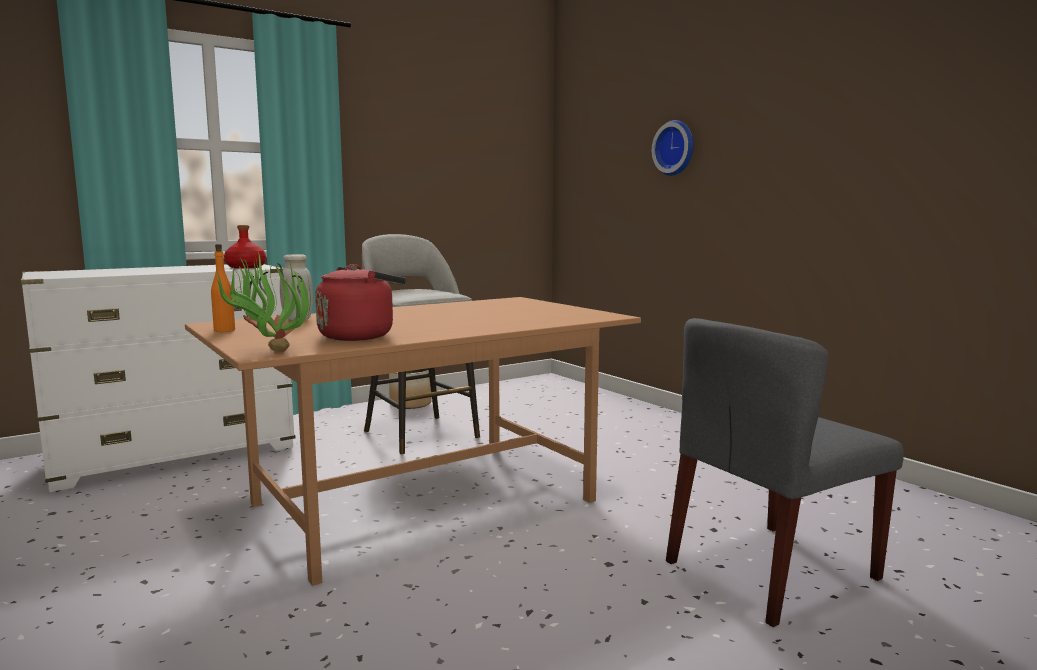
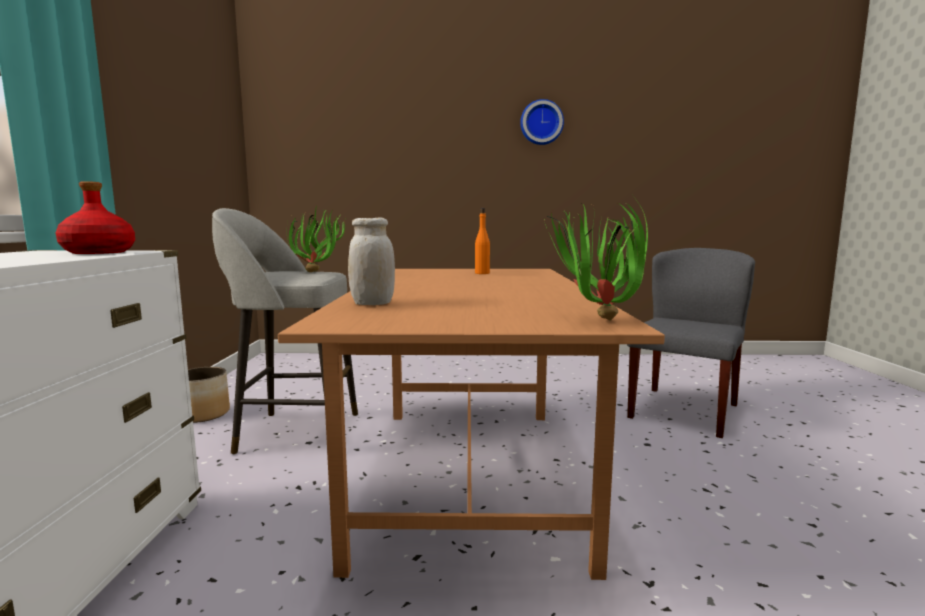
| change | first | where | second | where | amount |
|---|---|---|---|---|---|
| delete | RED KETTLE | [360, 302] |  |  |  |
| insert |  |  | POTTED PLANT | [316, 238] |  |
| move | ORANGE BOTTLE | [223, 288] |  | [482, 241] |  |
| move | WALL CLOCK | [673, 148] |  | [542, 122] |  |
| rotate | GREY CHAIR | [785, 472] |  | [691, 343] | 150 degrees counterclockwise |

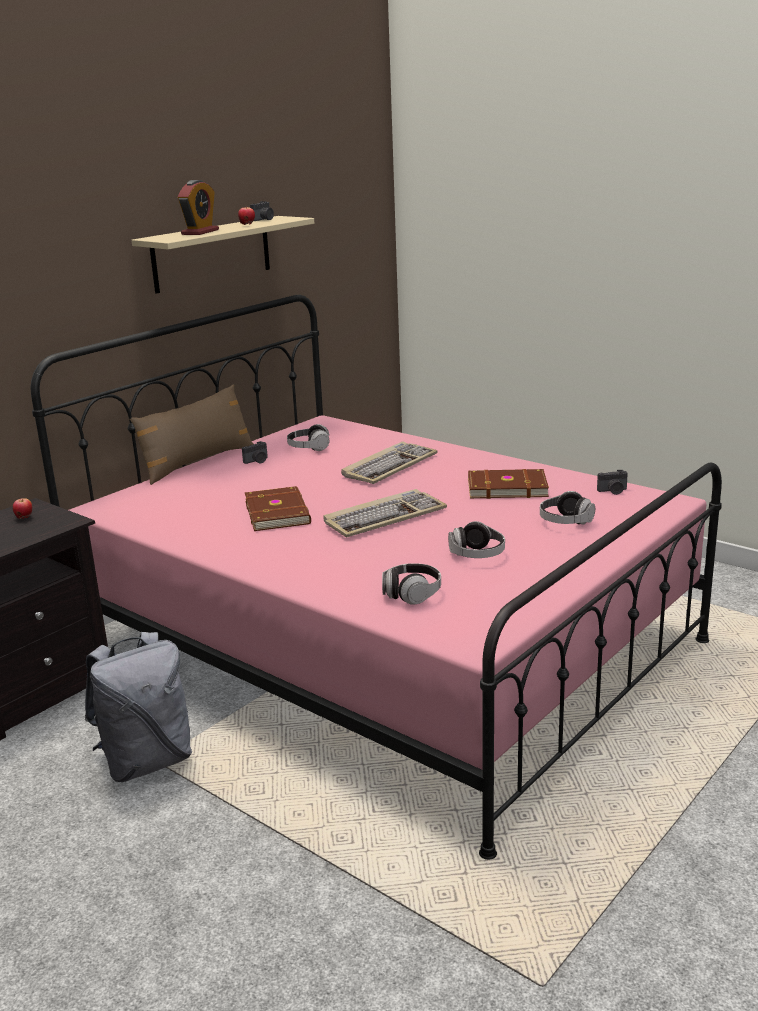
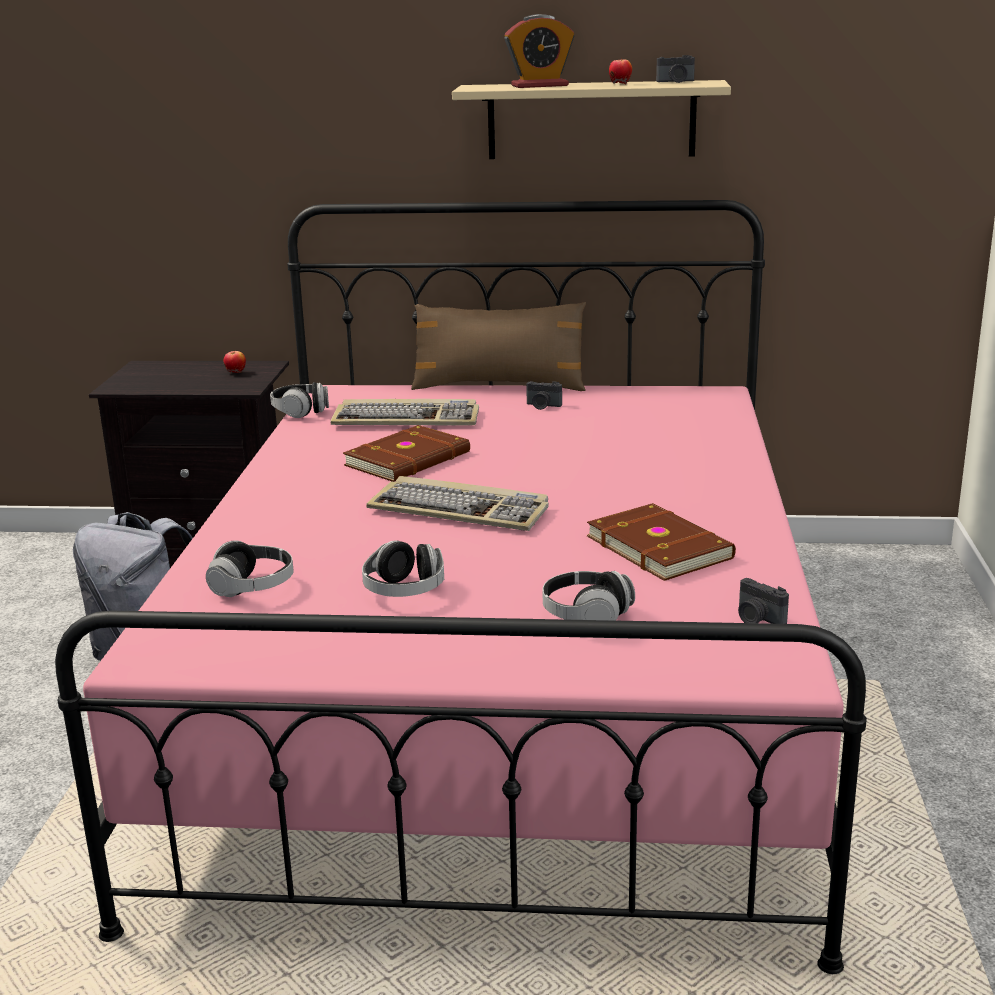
| change | first | where | second | where | amount |
|---|---|---|---|---|---|
| move | HEADPHONES | [308, 437] |  | [299, 400] |  |
| move | KEYBOARD | [389, 463] |  | [404, 412] |  |

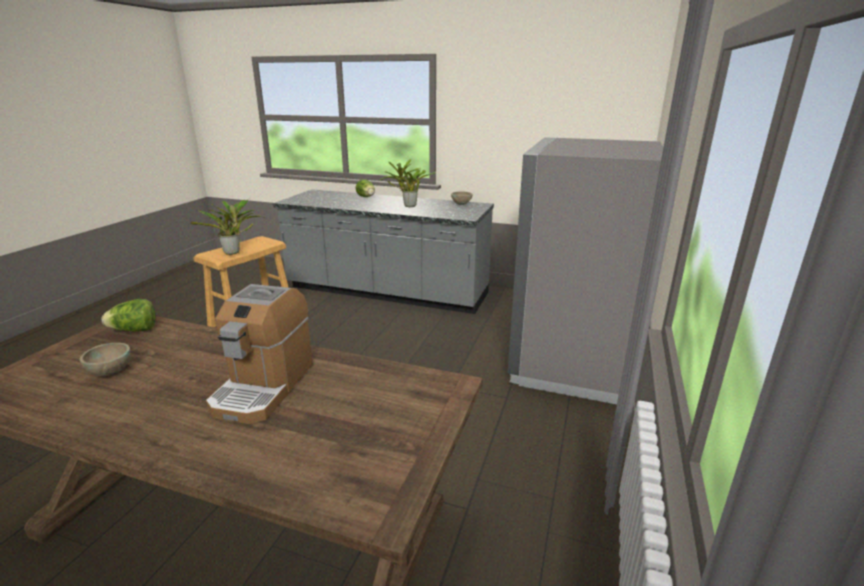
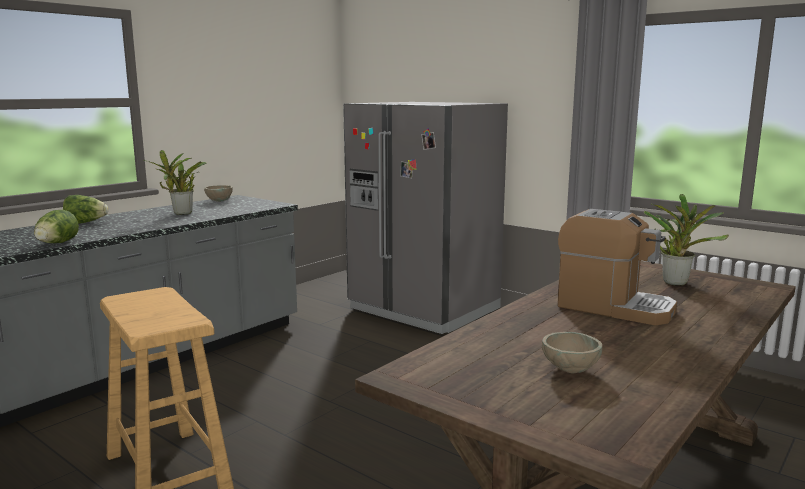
| change | first | where | second | where | amount |
|---|---|---|---|---|---|
| move | LETTUCE | [129, 315] |  | [56, 226] |  |
| move | POTTED PLANT | [228, 227] |  | [686, 240] |  |

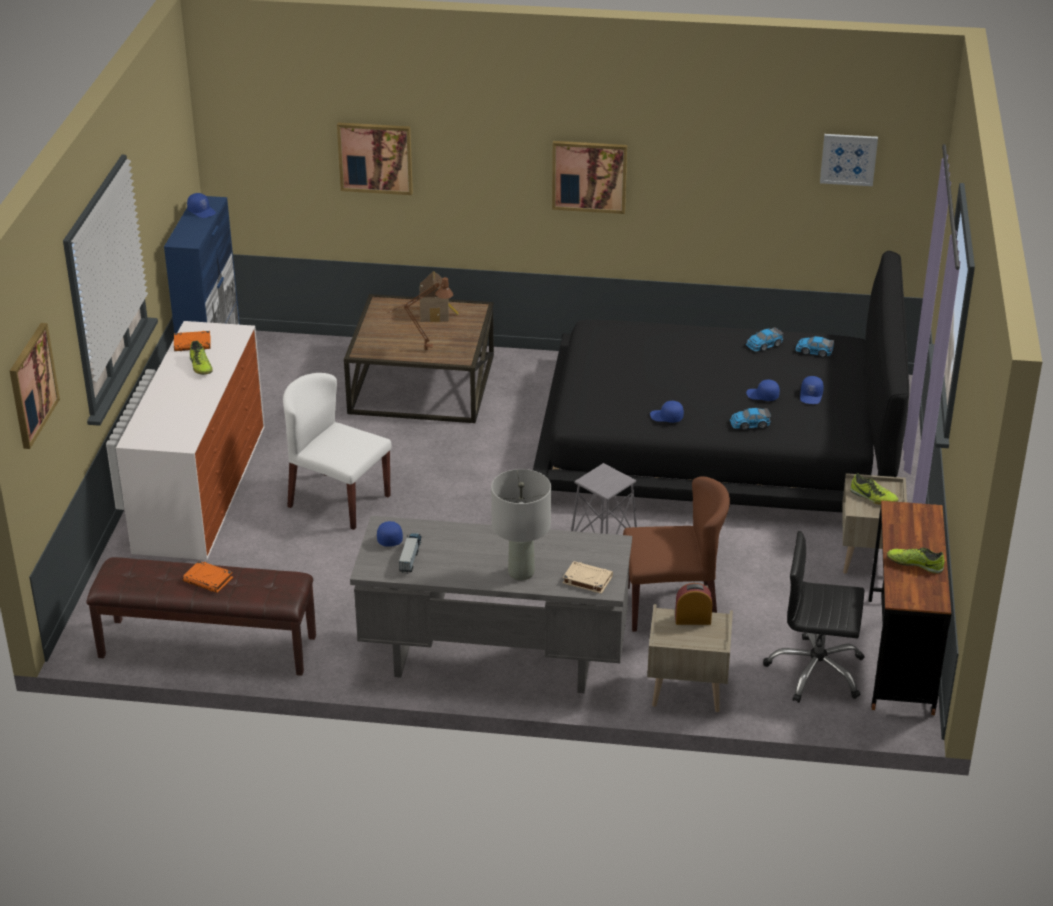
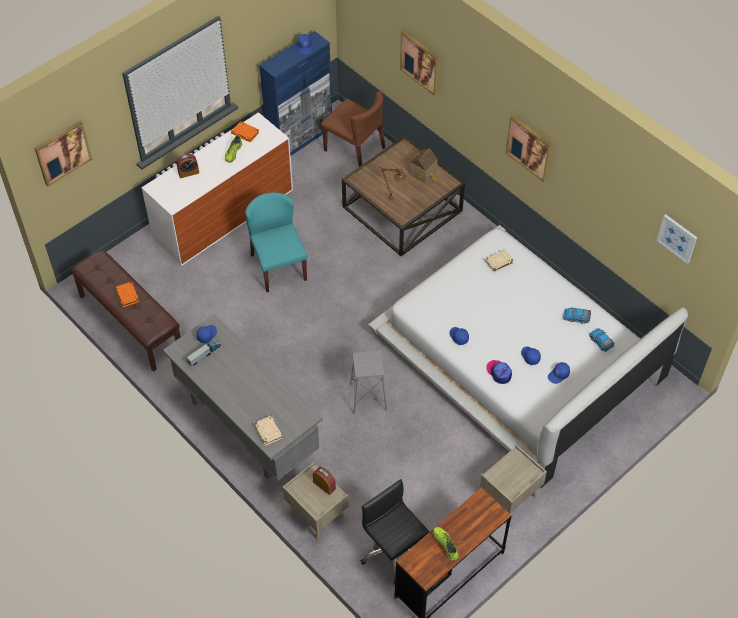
| change | first | where | second | where | amount |
|---|---|---|---|---|---|
| delete | GREY TABLE LAMP | [521, 524] |  |  |  |
| delete | SHOE | [874, 489] |  |  |  |
| insert |  |  | ALARM CLOCK | [188, 166] |  |
| insert |  |  | BEIGE BOOK | [499, 260] |  |
| move | BROWN CHAIR | [676, 554] |  | [353, 129] |  |
| replace | TOY CAR | [750, 419] | CAP | [499, 372] |  |
| recolor | WHITE CHAIR | [337, 451] | TURQUOISE CHAIR | [276, 242] |  |
| recolor | BLACK BED | [721, 381] | WHITE BED | [528, 356] |  |

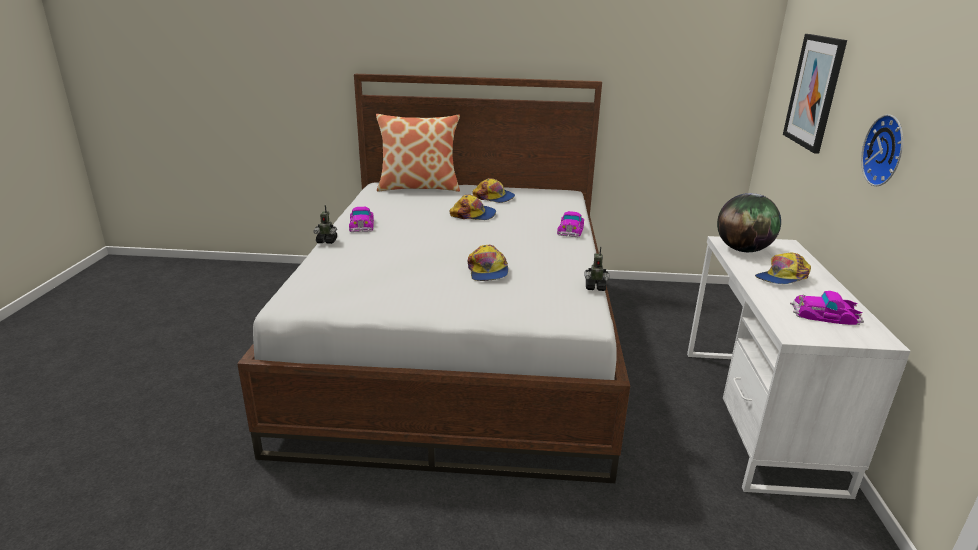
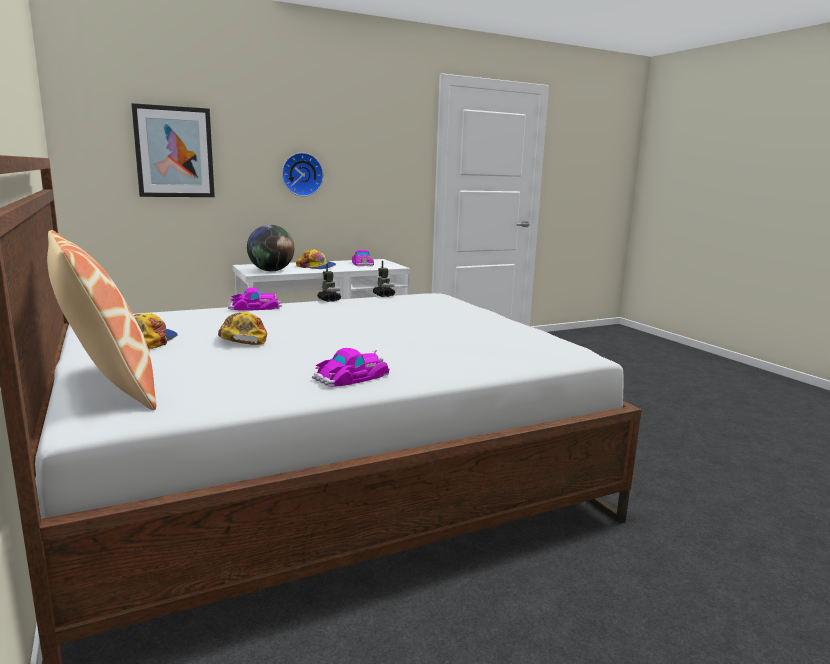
| change | first | where | second | where | amount |
|---|---|---|---|---|---|
| delete | CAP | [487, 263] |  |  |  |
| move | TOY ROBOT | [325, 224] |  | [329, 283] |  |

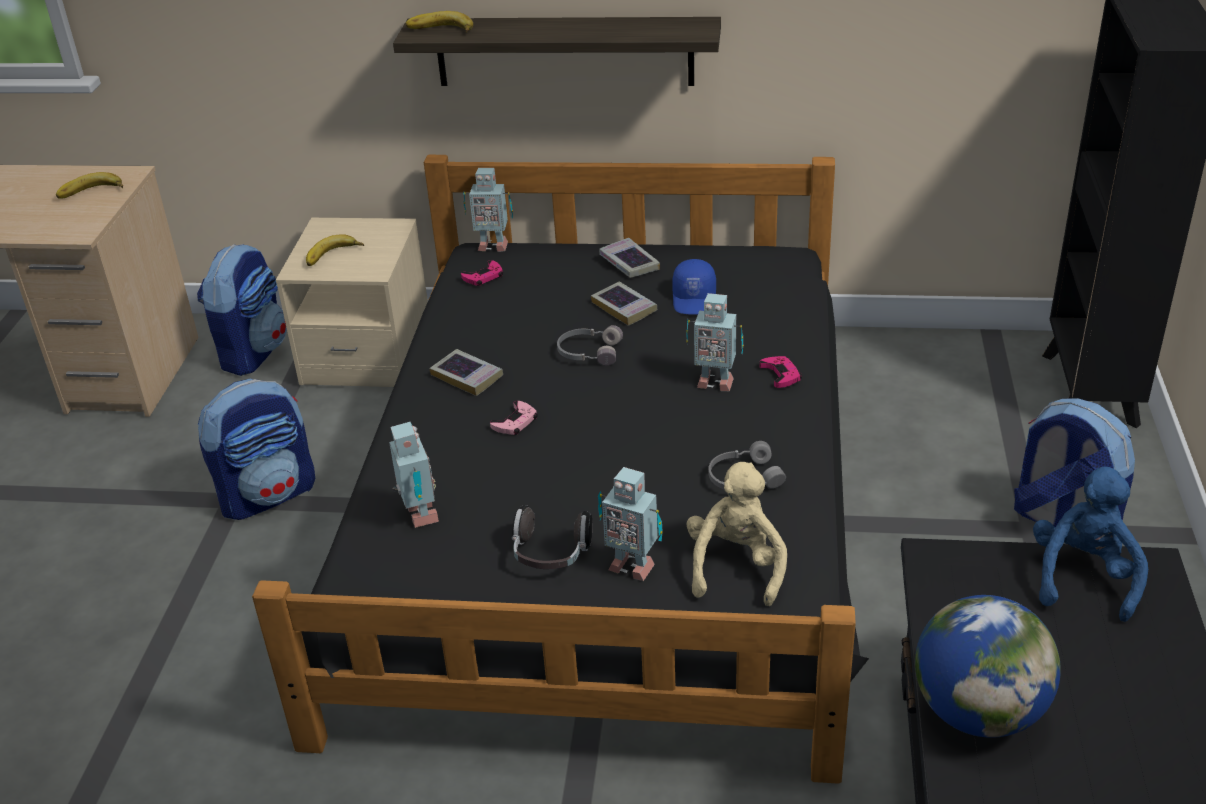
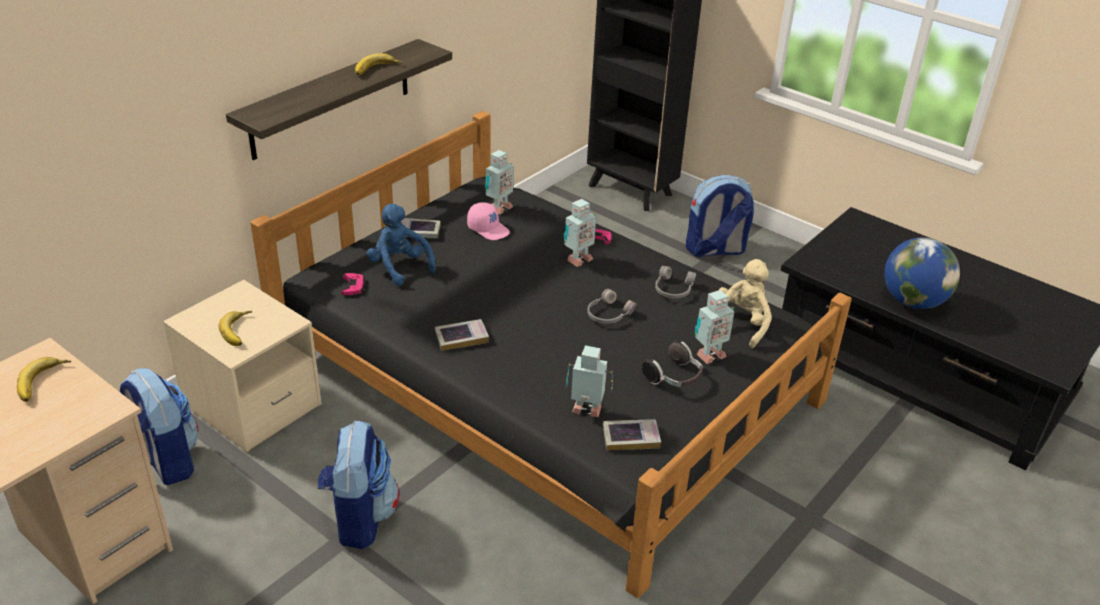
| change | first | where | second | where | amount |
|---|---|---|---|---|---|
| delete | PINK GAME CONTROLLER | [514, 418] |  |  |  |
| move | BANANA | [439, 21] |  | [378, 64] |  |
| move | TOY ROBOT | [488, 210] |  | [499, 182] |  |
| move | GREY HEADPHONES | [590, 345] |  | [612, 306] |  |
| move | BOOK | [624, 304] |  | [632, 434] |  |
| move | BLUE PLUSH TOY | [1090, 544] |  | [401, 245] |  |
| recolor | BLUE CAP | [694, 287] | PINK CAP | [488, 221] |  |
| rotate | BEIGE PLUSH TOY | [736, 534] |  | [745, 303] | 75 degrees clockwise |

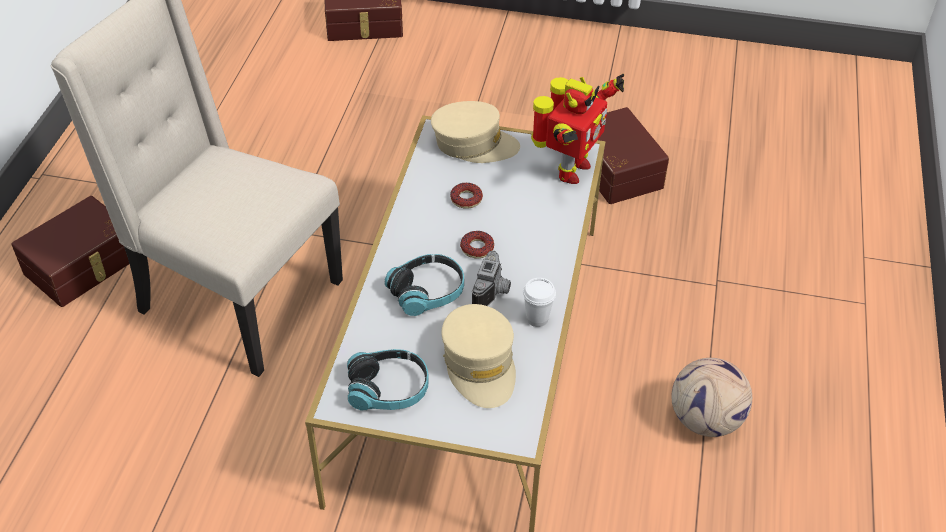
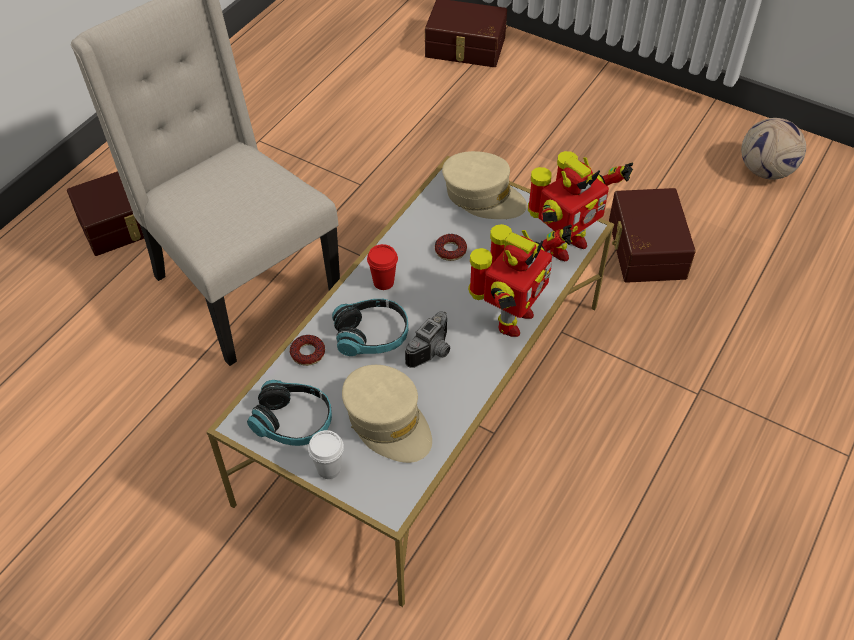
| change | first | where | second | where | amount |
|---|---|---|---|---|---|
| insert |  |  | RED CUP | [382, 267] |  |
| insert |  |  | TOY ROBOT | [520, 280] |  |
| move | DONUT | [477, 244] |  | [307, 350] |  |
| move | WHITE CUP | [539, 302] |  | [326, 454] |  |
| move | FOOTBALL | [711, 397] |  | [773, 149] |  |
| rotate | BEIGE CAP | [478, 356] |  | [387, 414] | 45 degrees counterclockwise |

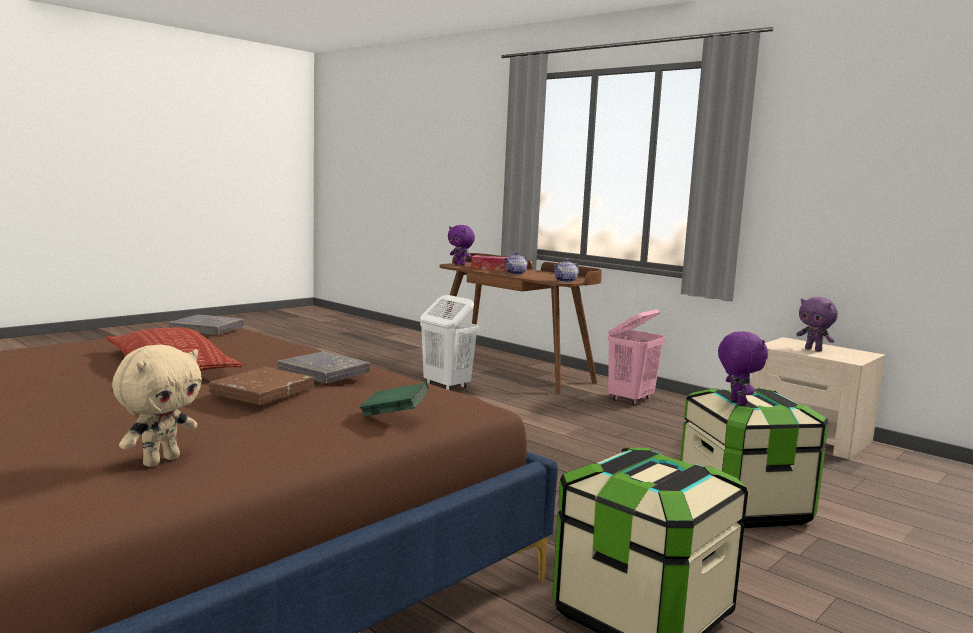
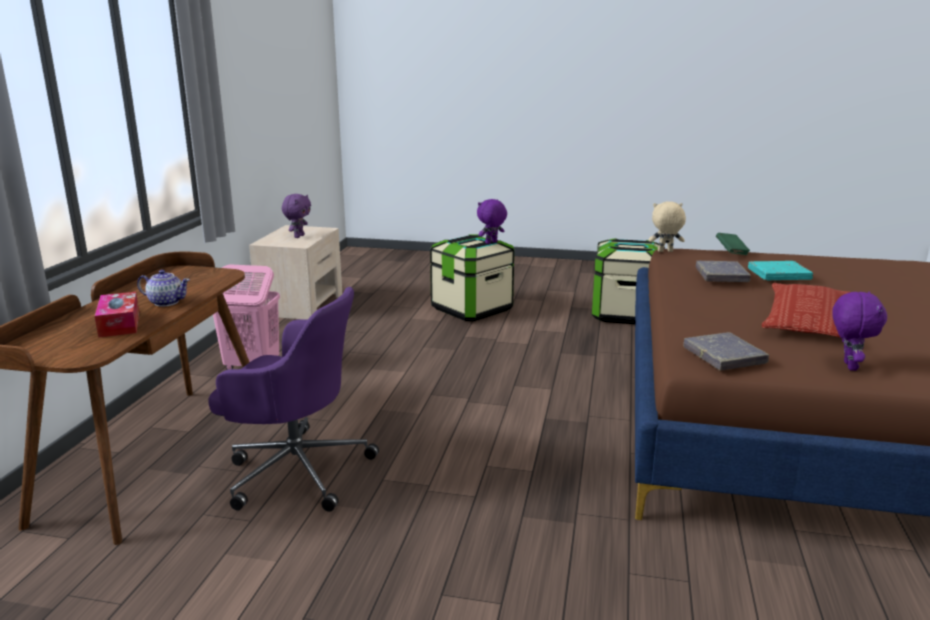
| change | first | where | second | where | amount |
|---|---|---|---|---|---|
| delete | TEAPOT | [566, 270] |  |  |  |
| move | BEIGE PLUSH TOY | [157, 406] |  | [667, 227] |  |
| move | PURPLE PLUSH TOY | [461, 245] |  | [859, 331] |  |
| replace | WHITE LAUNDRY BASKET | [449, 342] | PURPLE OFFICE CHAIR | [293, 399] |  |
| recolor | BROWN BOOK | [261, 386] | TURQUOISE BOOK | [780, 270] |  |

